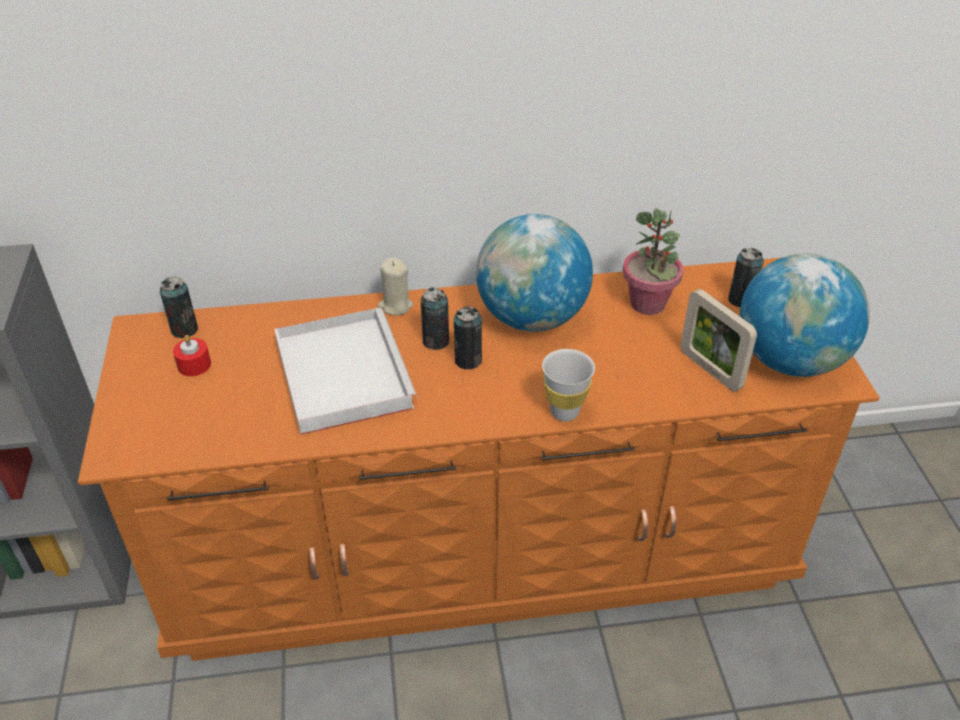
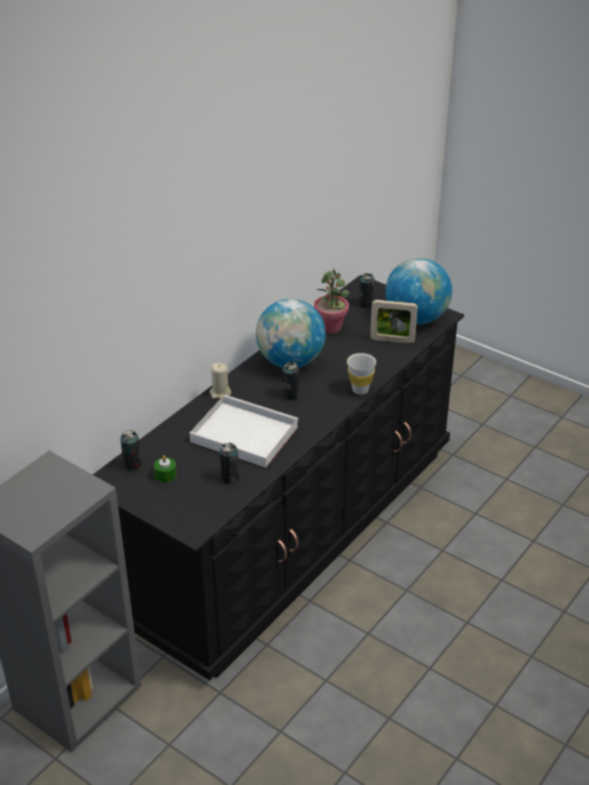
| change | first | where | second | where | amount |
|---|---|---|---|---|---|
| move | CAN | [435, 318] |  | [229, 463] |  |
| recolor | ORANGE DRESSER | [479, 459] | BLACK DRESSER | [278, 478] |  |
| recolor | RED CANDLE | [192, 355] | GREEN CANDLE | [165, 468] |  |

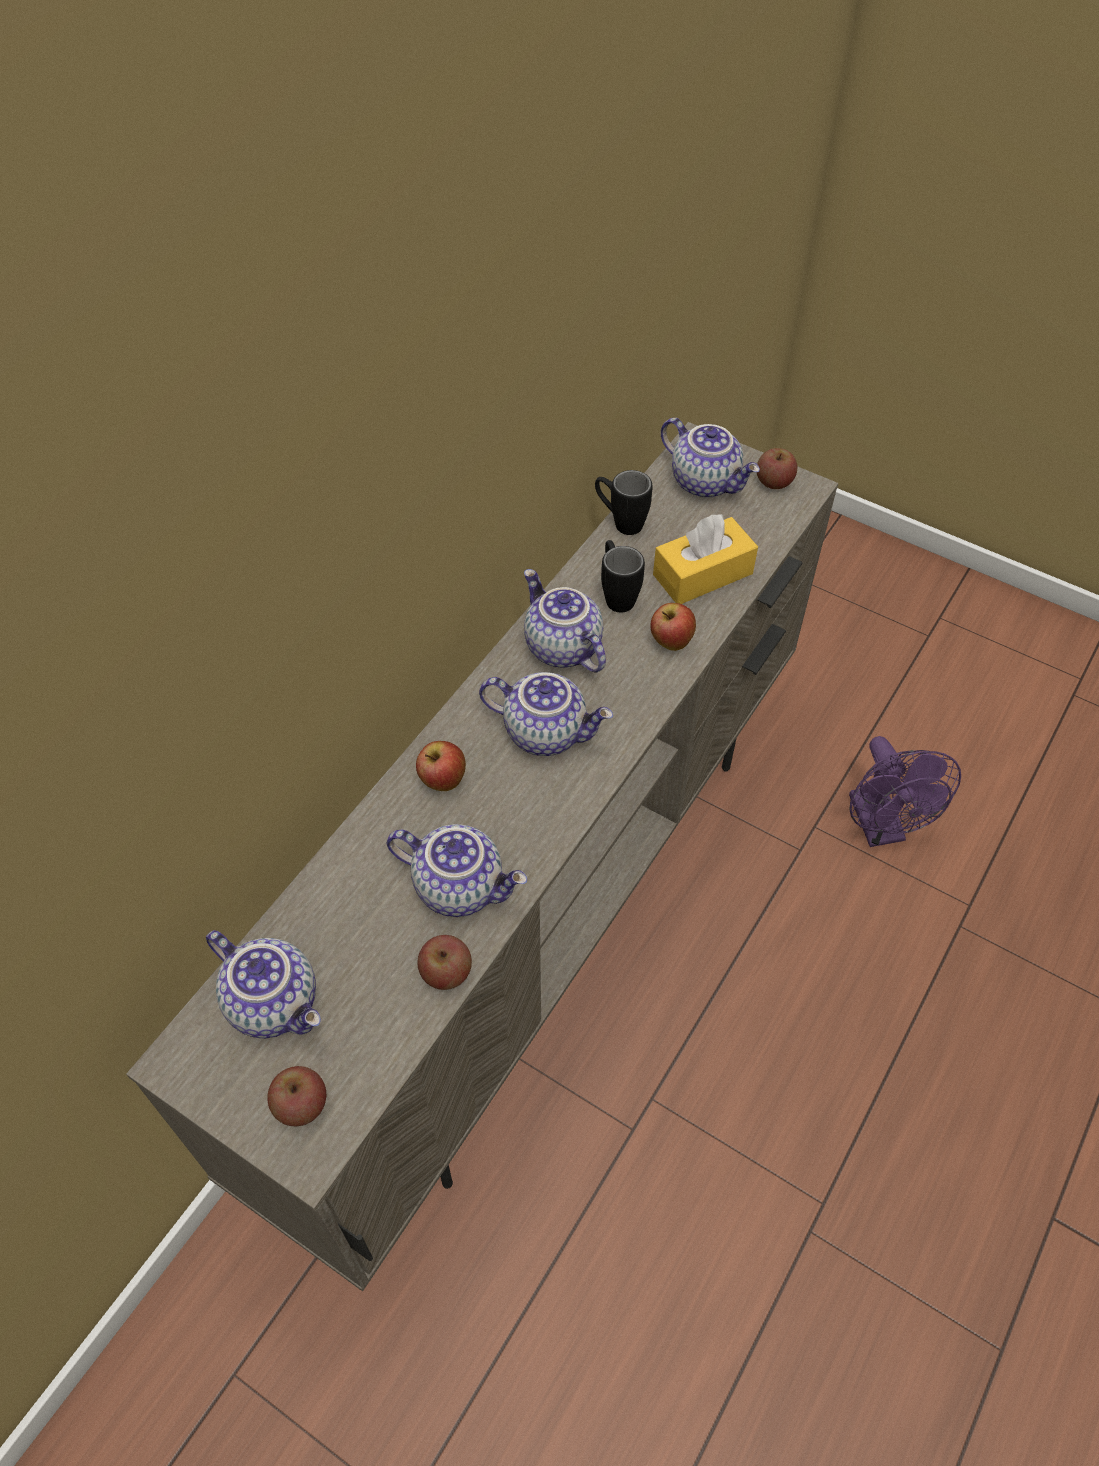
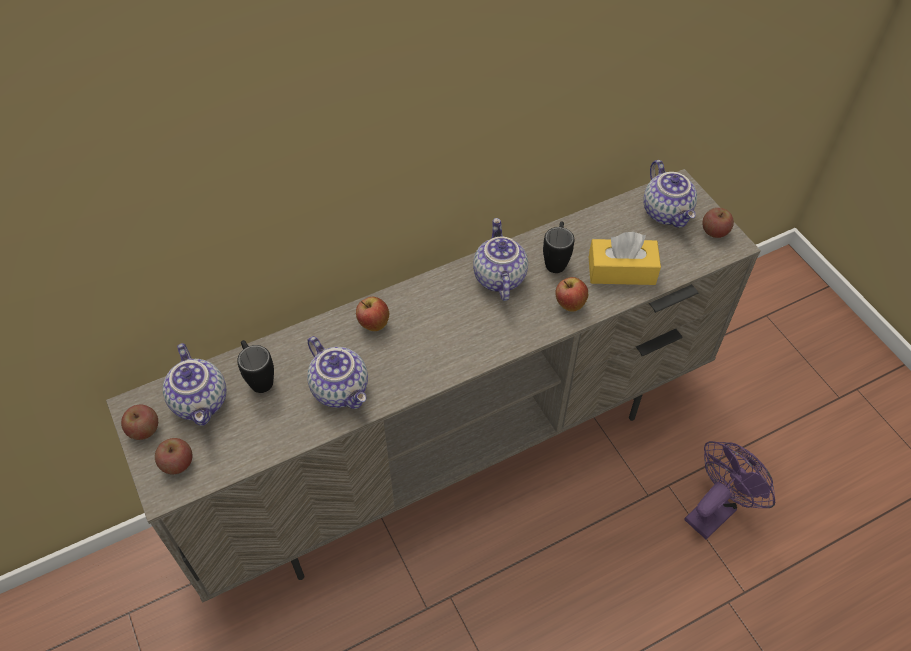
| change | first | where | second | where | amount |
|---|---|---|---|---|---|
| delete | TEAPOT | [546, 714] |  |  |  |
| move | APPLE | [444, 962] |  | [139, 422] |  |
| move | BLACK MUG | [623, 502] |  | [255, 366] |  |
| rotate | PURPLE FAN | [905, 791] |  | [729, 490] | 150 degrees counterclockwise |

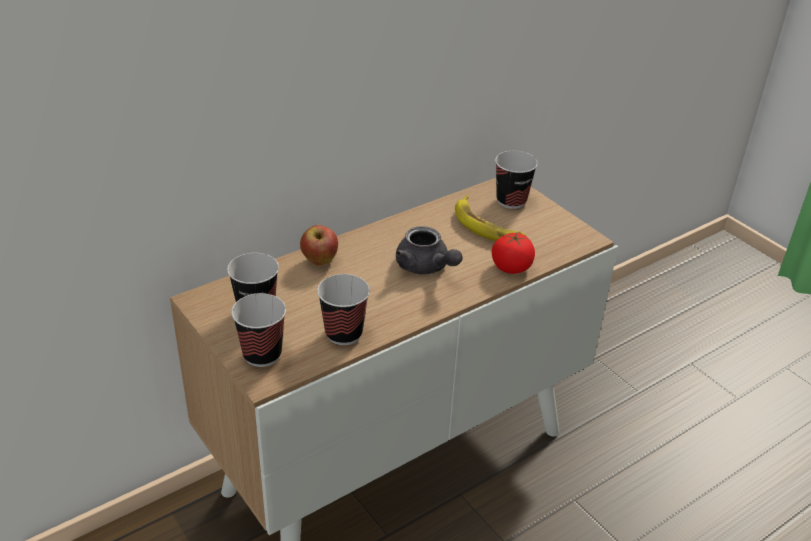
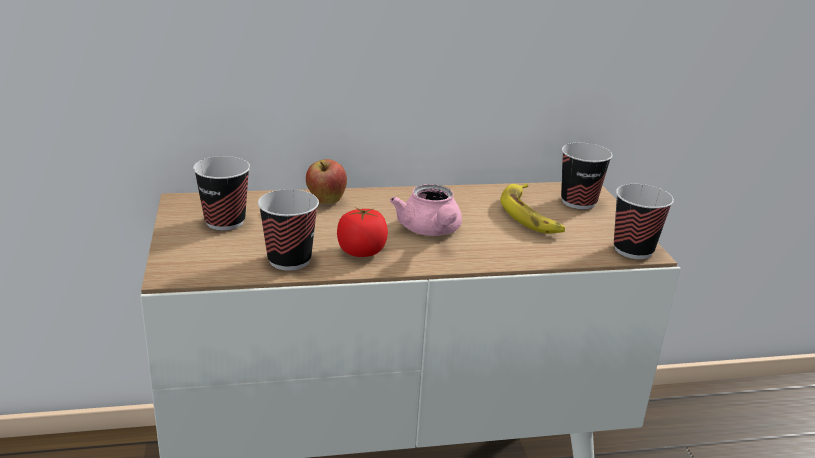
| change | first | where | second | where | amount |
|---|---|---|---|---|---|
| move | CUP | [258, 330] |  | [644, 221] |  |
| move | TOMATO | [513, 253] |  | [362, 232] |  |
| recolor | GREY TEAPOT | [429, 250] | PINK TEAPOT | [426, 210] |  |

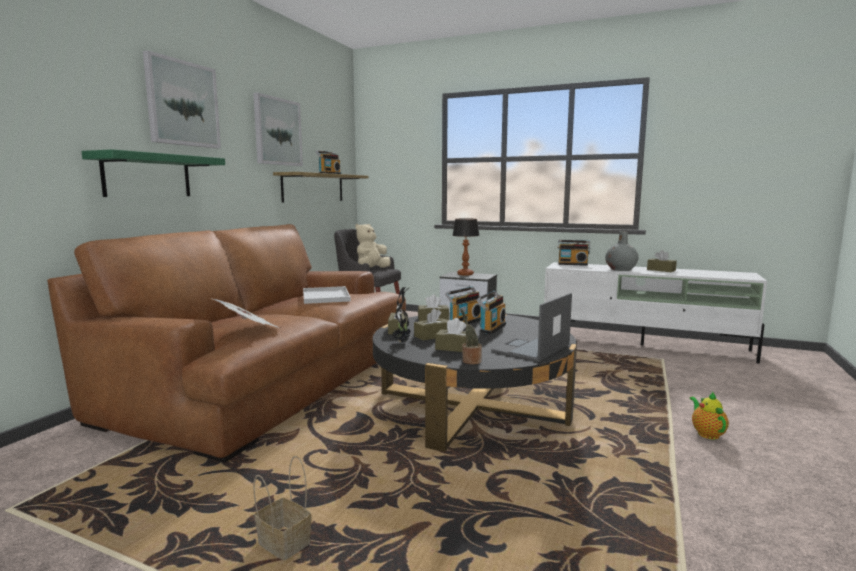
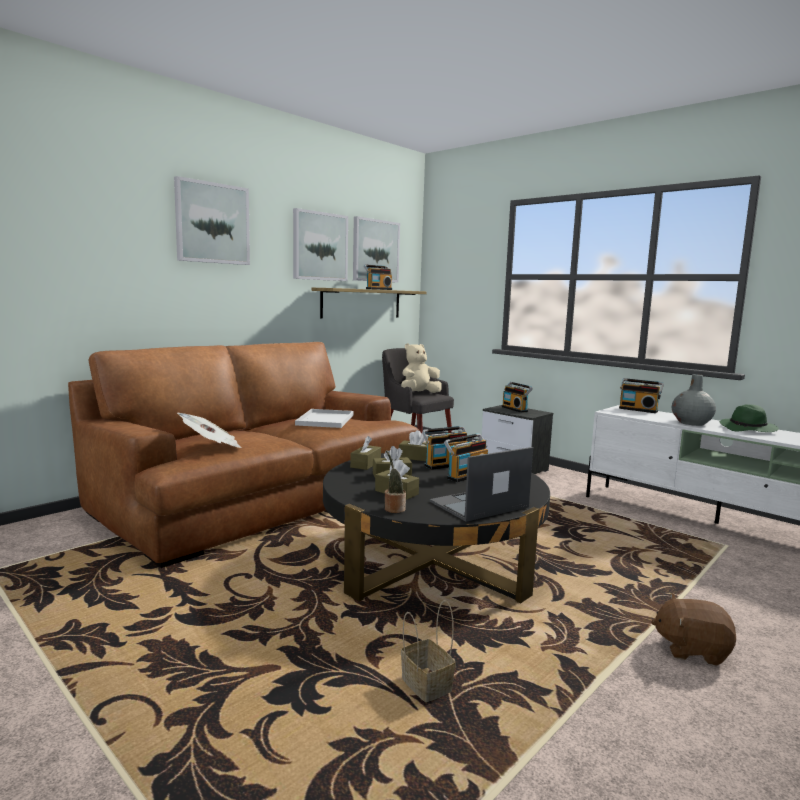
| change | first | where | second | where | amount |
|---|---|---|---|---|---|
| delete | GREEN SHELF | [153, 173] |  |  |  |
| delete | POTTED PLANT | [402, 315] |  |  |  |
| insert |  |  | PICTURE | [376, 249] |  |
| move | BASKET | [282, 508] |  | [428, 651] |  |
| replace | TABLE LAMP | [466, 247] | RADIO | [517, 397] |  |
| replace | BROWN TISSUE BOX | [662, 261] | GREEN HAT | [749, 418] |  |
| replace | TEAPOT | [709, 415] | BROWN PLUSH TOY | [693, 629] |  |

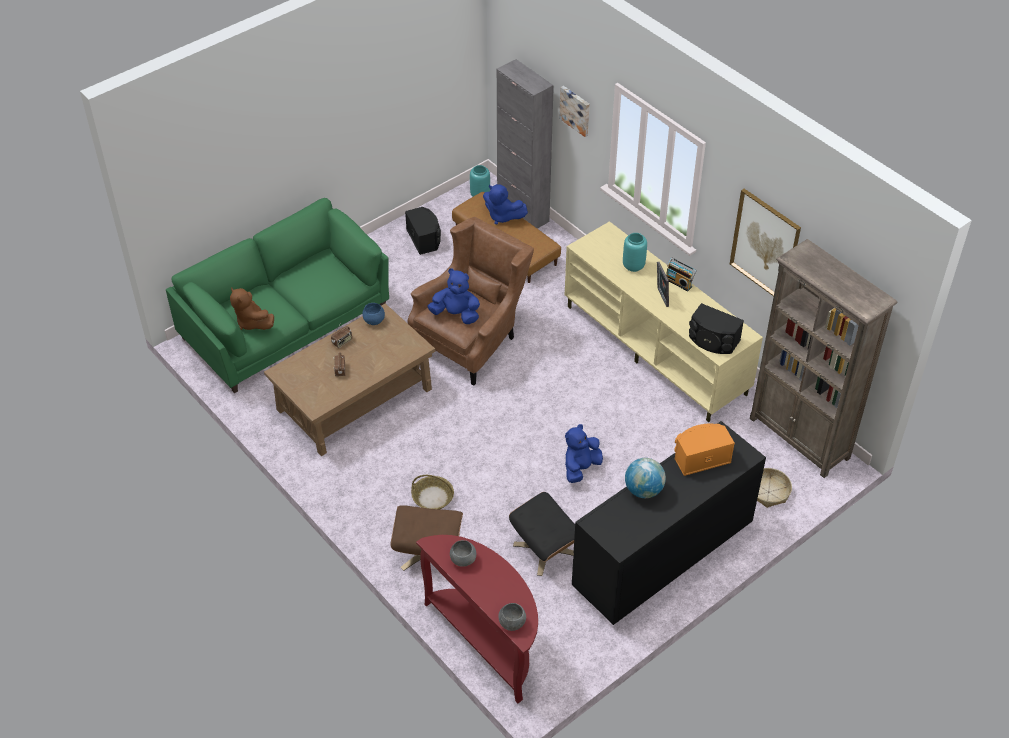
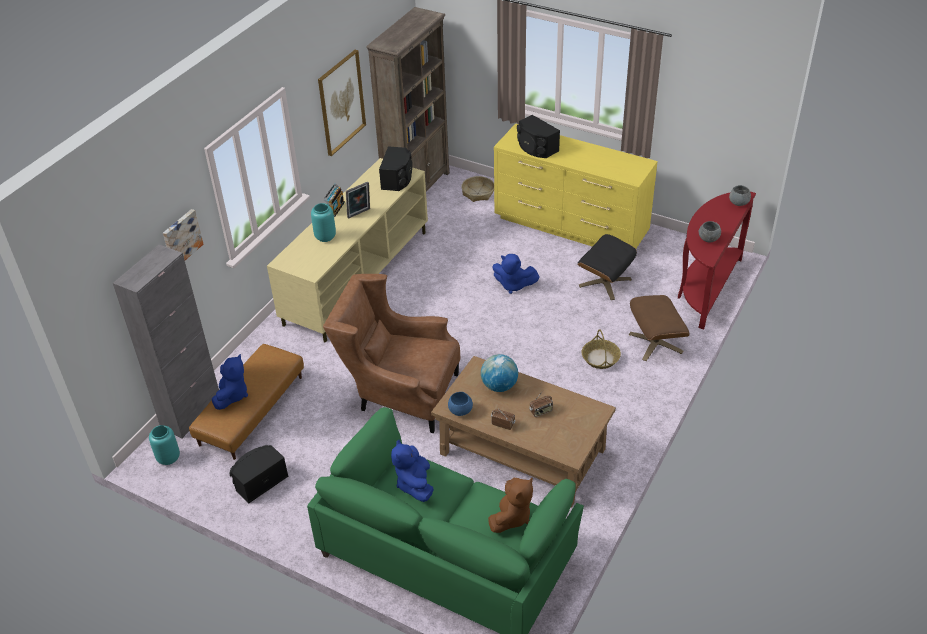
| change | first | where | second | where | amount |
|---|---|---|---|---|---|
| move | BLUE PLUSH TOY | [453, 296] |  | [412, 470] |  |
| move | GLOBE | [645, 478] |  | [499, 373] |  |
| recolor | BLACK DRESSER | [669, 523] | YELLOW DRESSER | [576, 185] |  |
| recolor | ORANGE SPEAKER | [704, 449] | BLACK SPEAKER | [538, 136] |  |

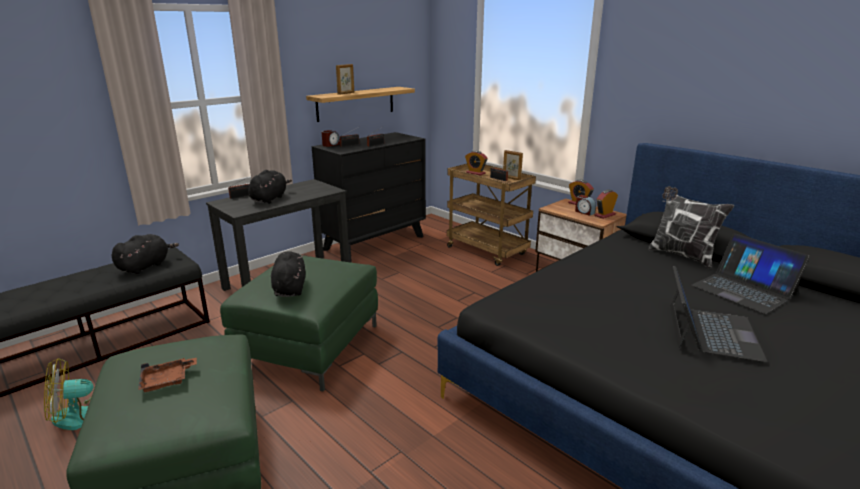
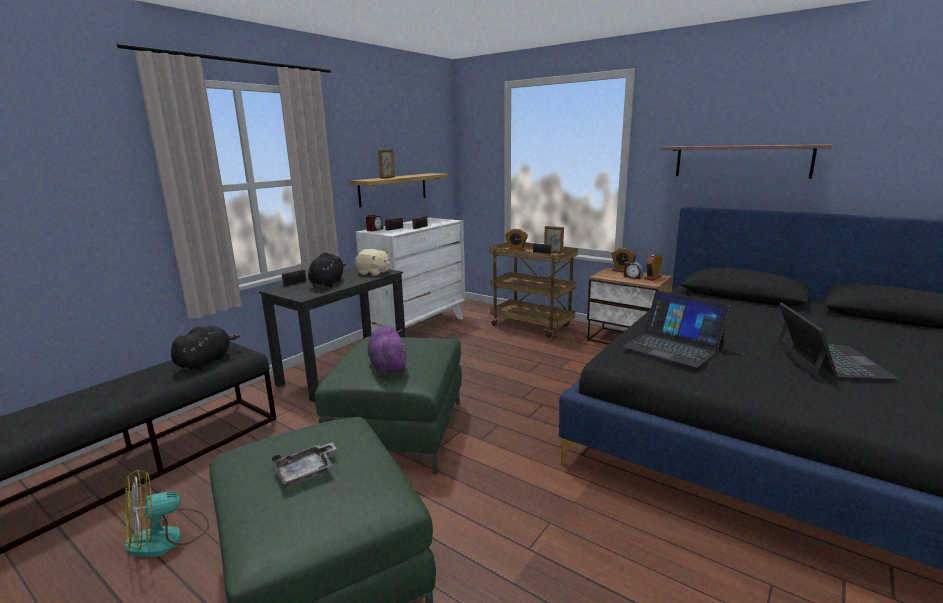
| change | first | where | second | where | amount |
|---|---|---|---|---|---|
| delete | PILLOW | [691, 227] |  |  |  |
| insert |  |  | BEIGE PLUSH TOY | [372, 262] |  |
| insert |  |  | SHELF | [746, 161] |  |
| move | LAPTOP | [751, 273] |  | [676, 329] |  |
| recolor | BROWN TRAY | [167, 374] | GREY TRAY | [304, 464] |  |
| recolor | BLACK PLUSH TOY | [288, 274] | PURPLE PLUSH TOY | [387, 351] |  |
| recolor | BLACK DRESSER | [369, 197] | WHITE DRESSER | [410, 275] |  |

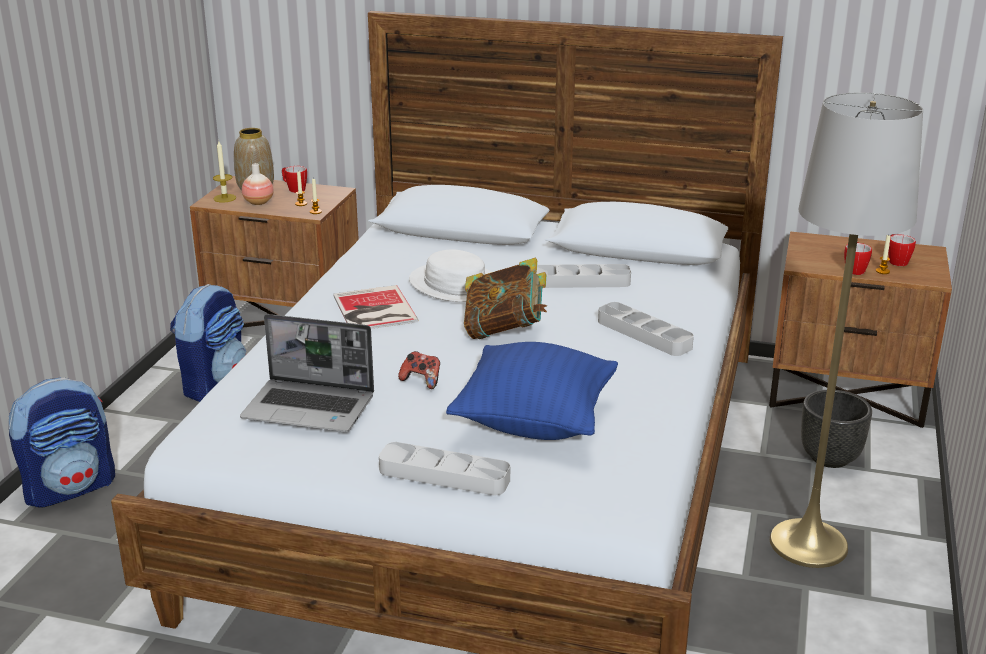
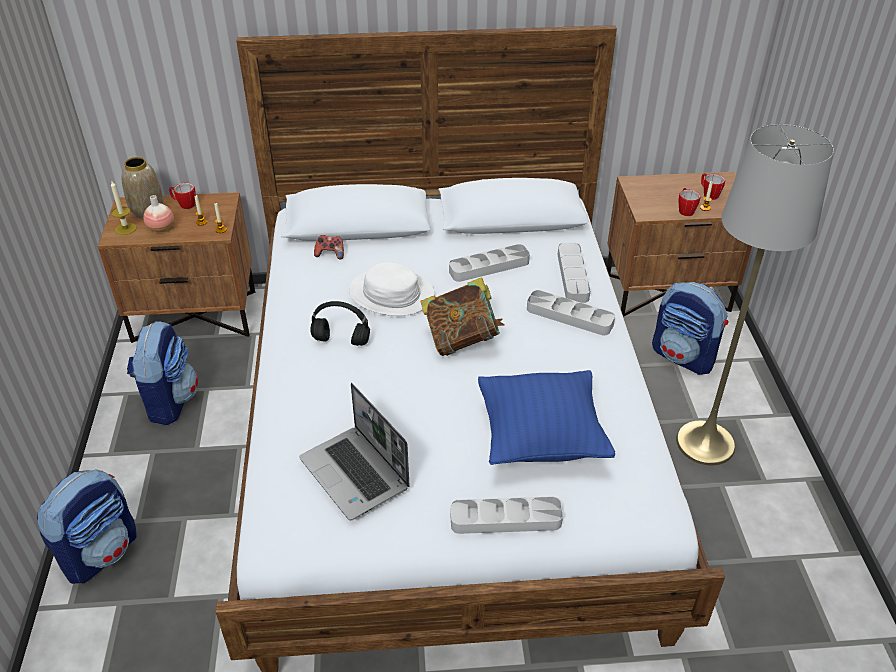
| change | first | where | second | where | amount |
|---|---|---|---|---|---|
| insert |  |  | GREY TRAY | [574, 273] |  |
| move | GAME CONTROLLER | [419, 370] |  | [329, 247] |  |
| replace | BOOK | [376, 307] | BLACK HEADPHONES | [340, 323] |  |
| replace | BLACK PLANTER | [836, 429] | BACKPACK | [690, 328] |  |
| rotate | LAPTOP | [307, 373] |  | [354, 451] | 60 degrees clockwise |

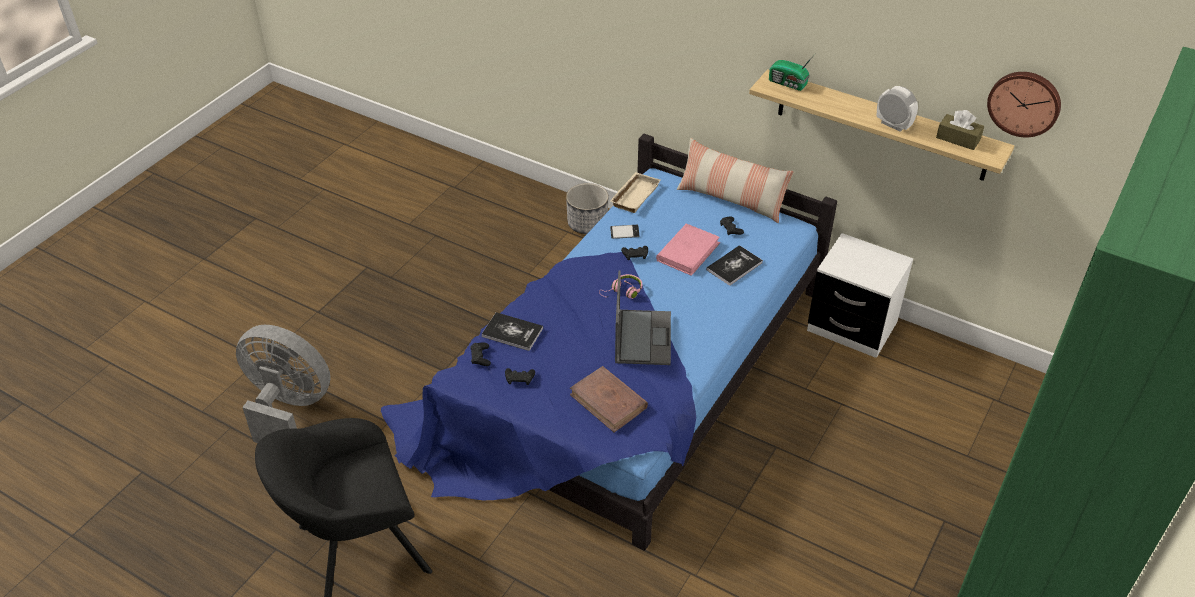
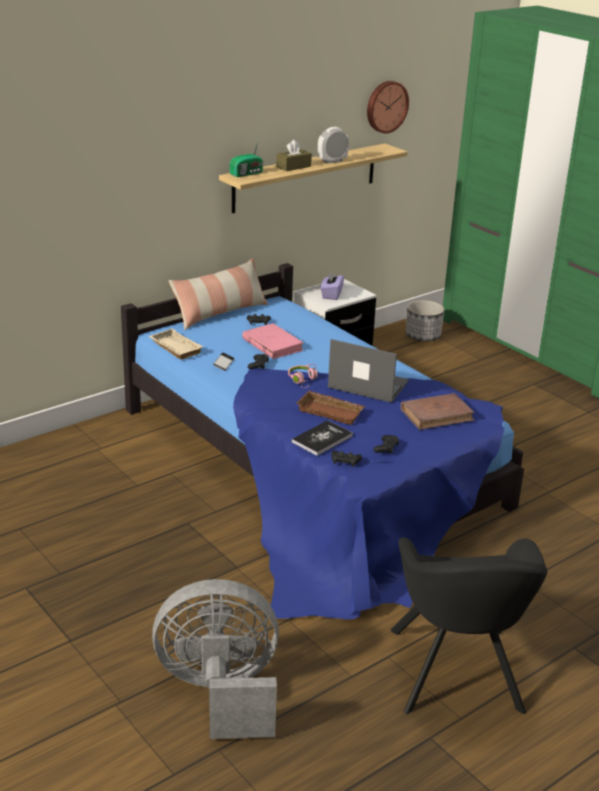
| change | first | where | second | where | amount |
|---|---|---|---|---|---|
| delete | BOOK | [734, 265] |  |  |  |
| insert |  |  | BROWN TRAY | [330, 408] |  |
| insert |  |  | PURPLE TISSUE BOX | [332, 285] |  |
| move | PLANTER | [587, 208] |  | [425, 320] |  |
| move | BROWN TISSUE BOX | [960, 130] |  | [294, 155] |  |
| rotate | GREY FAN | [283, 384] |  | [215, 659] | 45 degrees clockwise |

